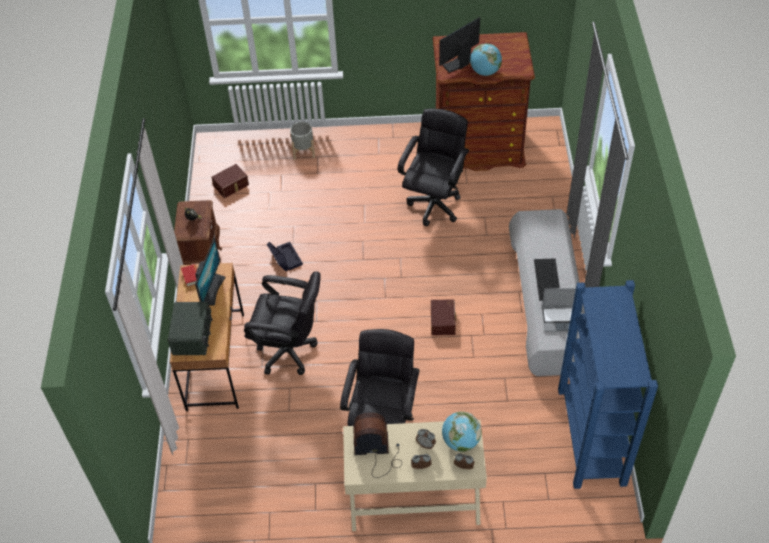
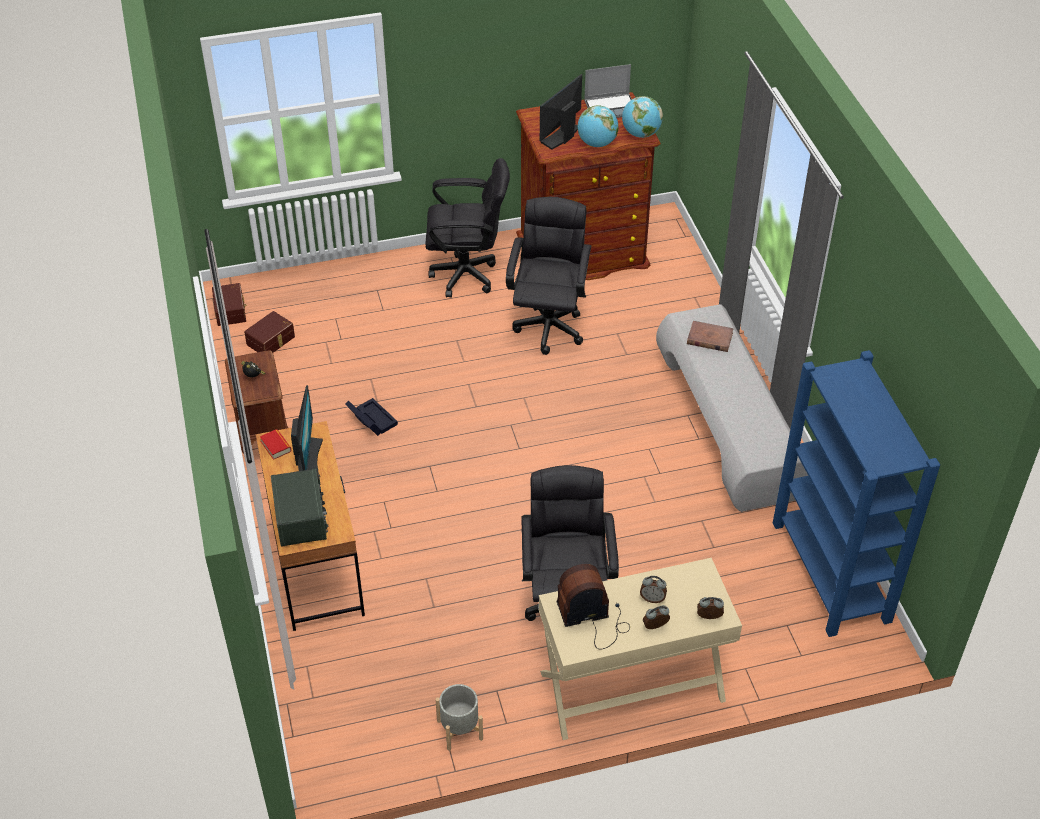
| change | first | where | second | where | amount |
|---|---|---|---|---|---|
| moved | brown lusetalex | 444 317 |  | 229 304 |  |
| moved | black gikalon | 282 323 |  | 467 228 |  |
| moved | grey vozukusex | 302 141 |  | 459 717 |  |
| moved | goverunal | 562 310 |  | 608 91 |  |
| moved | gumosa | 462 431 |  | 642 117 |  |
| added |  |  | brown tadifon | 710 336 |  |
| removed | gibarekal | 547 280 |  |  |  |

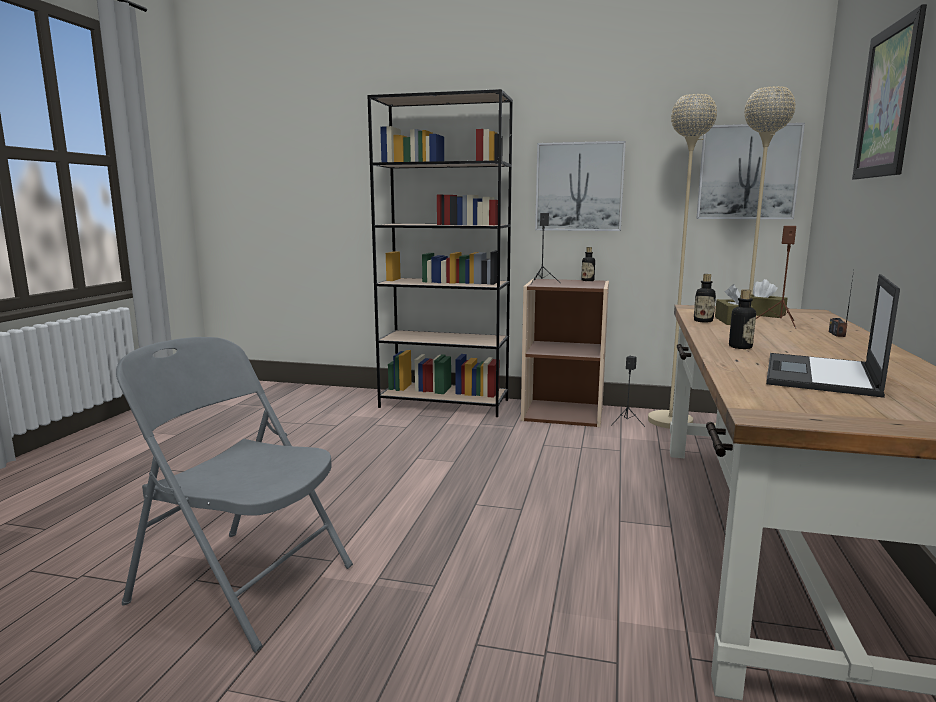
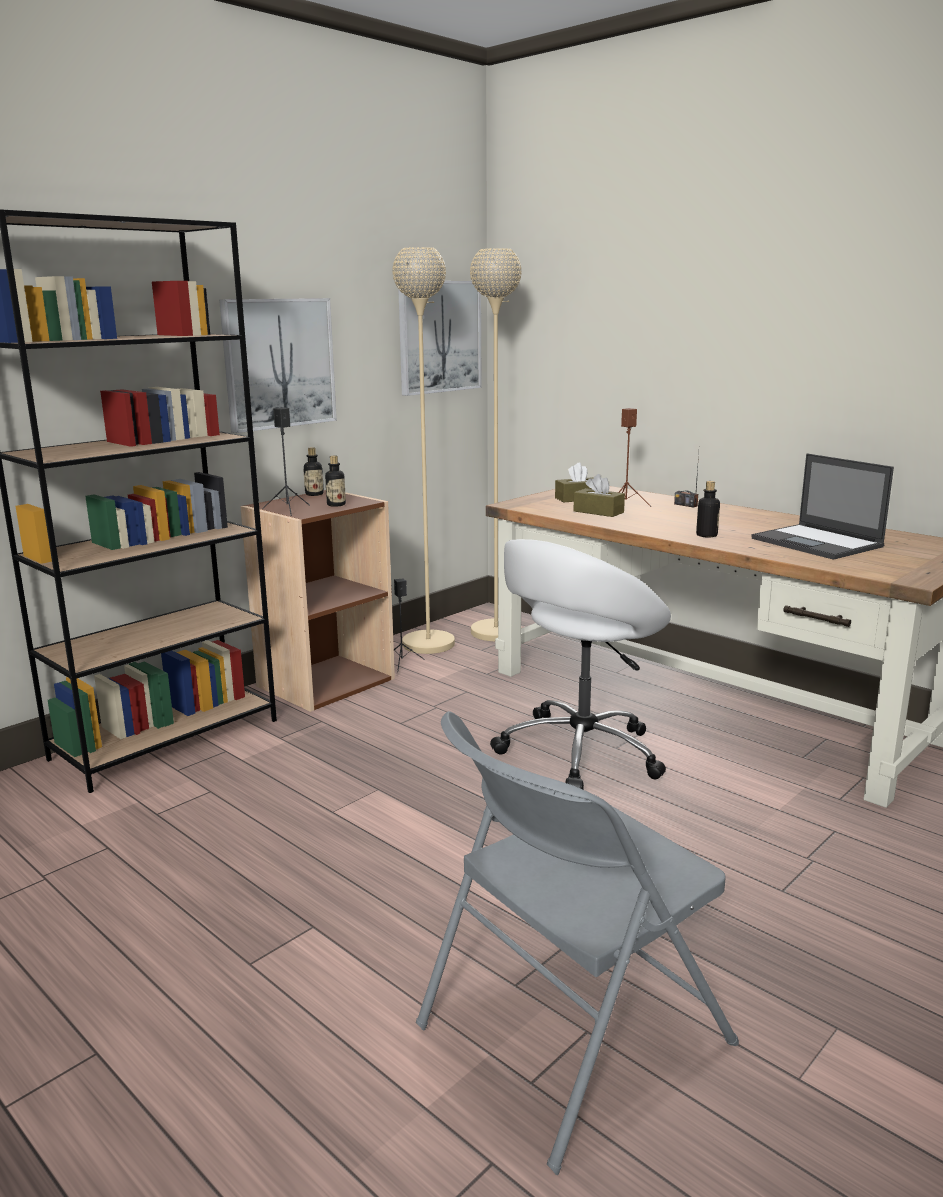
| change | first | where | second | where | amount |
|---|---|---|---|---|---|
| moved | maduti | 705 298 |  | 335 481 |  |
| added |  |  | white gikalon | 580 664 |  |
| removed | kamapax | 889 92 |  |  |  |

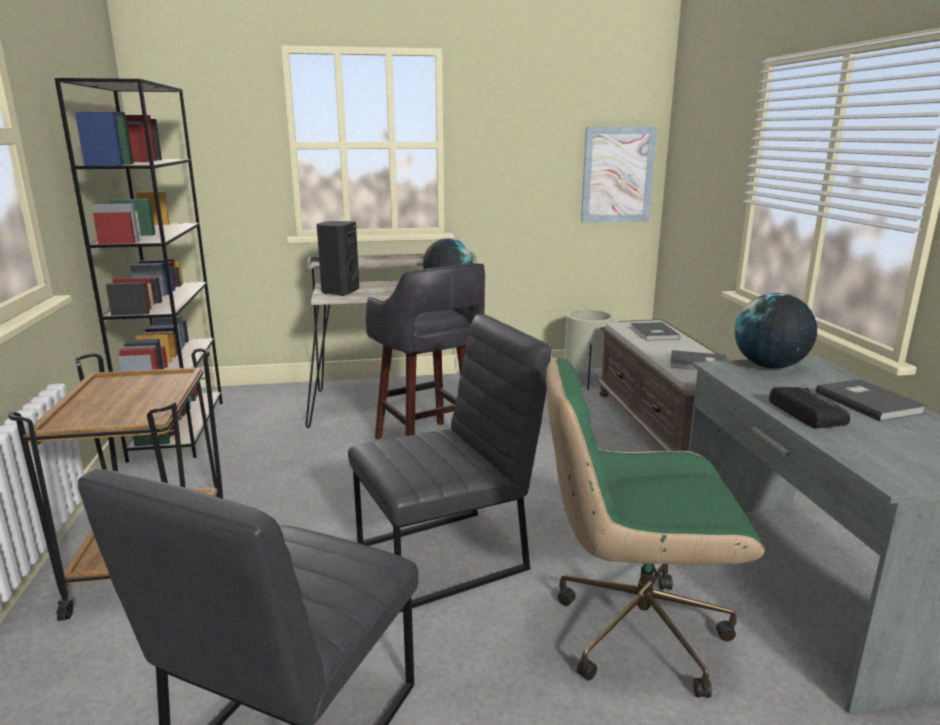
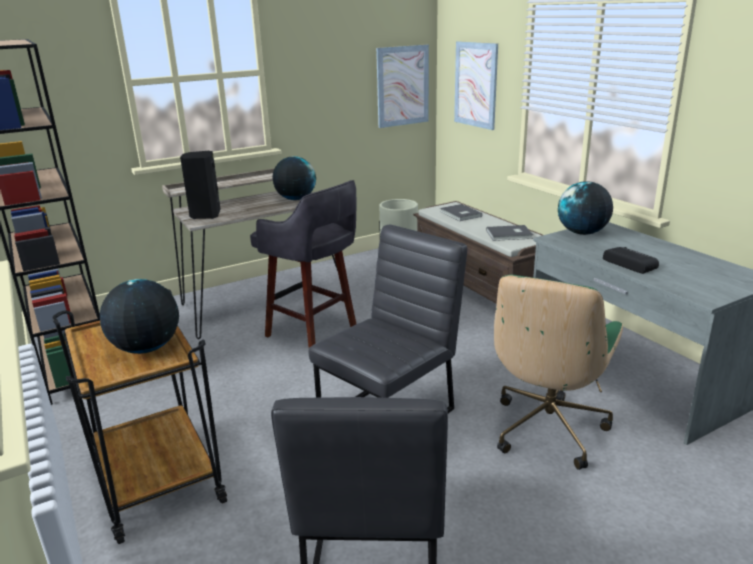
| change | first | where | second | where | amount |
|---|---|---|---|---|---|
| added |  |  | gumosa | 139 316 |  |
| added |  |  | kamapax | 476 85 |  |
| turned | green gikalon | 655 527 |  | 558 372 | 45 degrees counterclockwise |
| removed | grey tadifon | 871 400 |  |  |  |

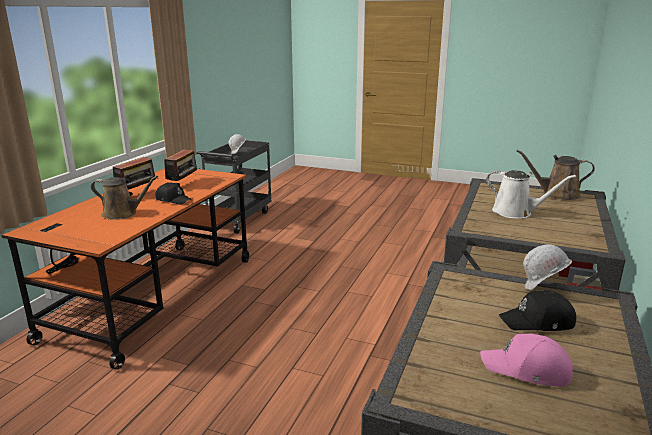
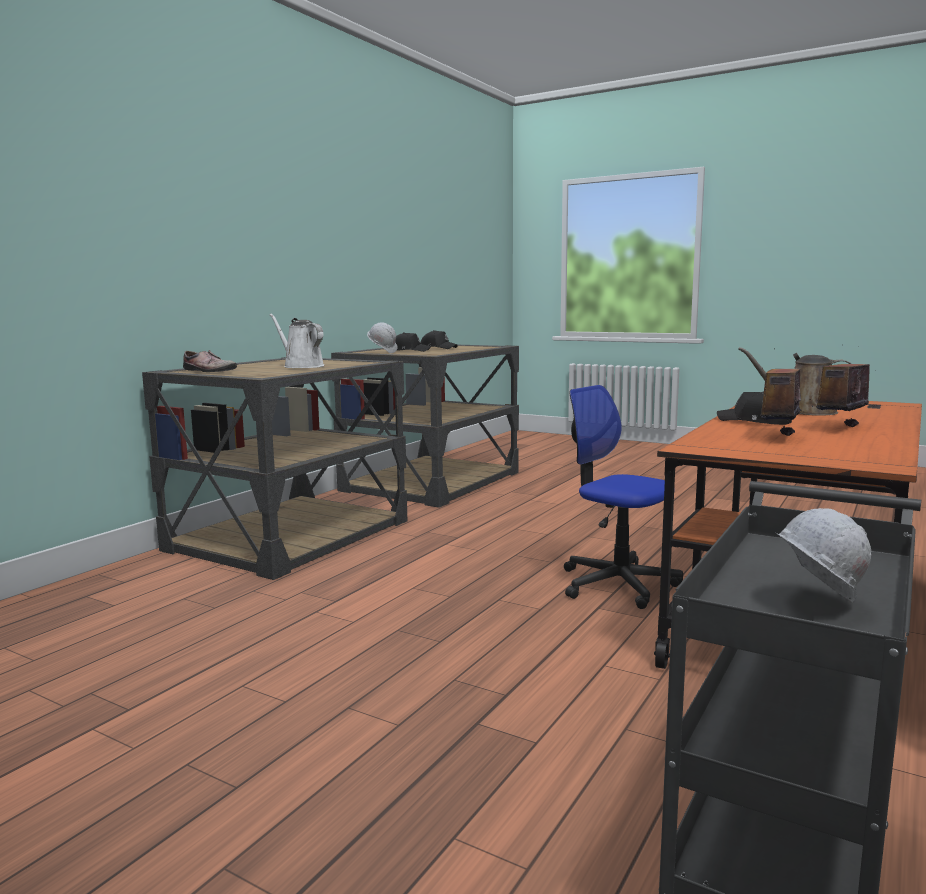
| change | first | where | second | where | amount |
|---|---|---|---|---|---|
| replaced | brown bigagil | 555 175 | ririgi | 210 361 |  |
| recoloured | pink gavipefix | 526 360 | black gavipefix | 439 339 |  |
| added |  |  | gikalon | 623 497 |  |

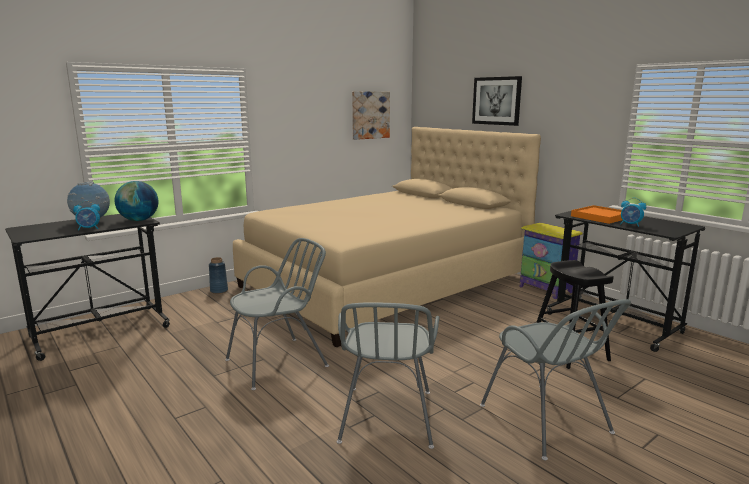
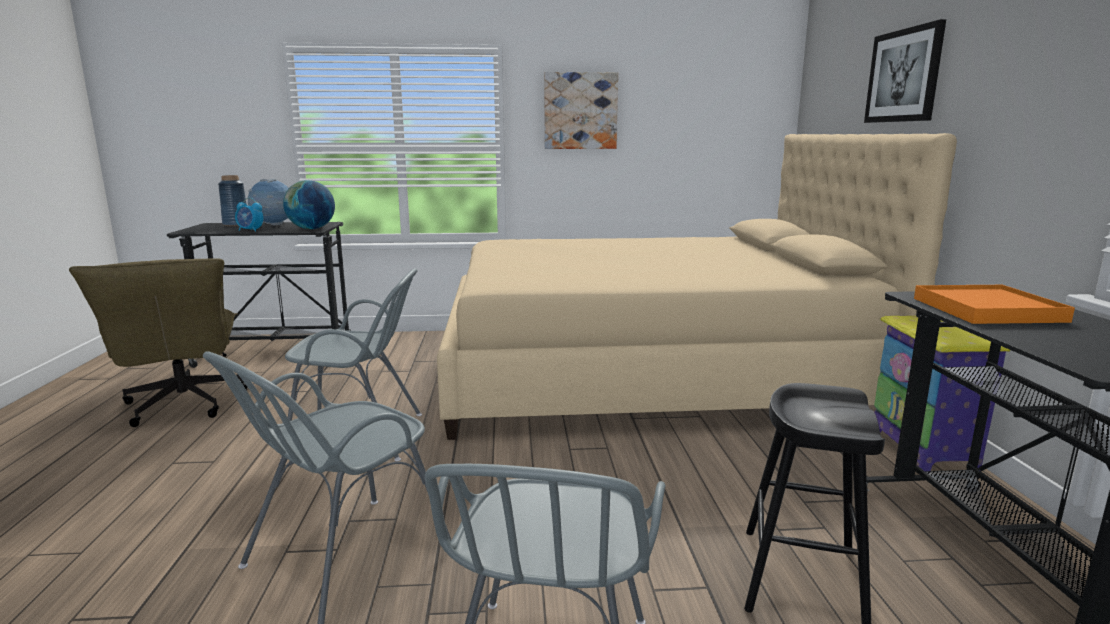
| change | first | where | second | where | amount |
|---|---|---|---|---|---|
| added |  |  | beige gikalon | 158 342 |  |
| moved | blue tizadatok | 218 275 |  | 232 200 |  |
| moved | kamapax | 371 115 |  | 581 110 |  |
| removed | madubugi | 633 212 |  |  |  |

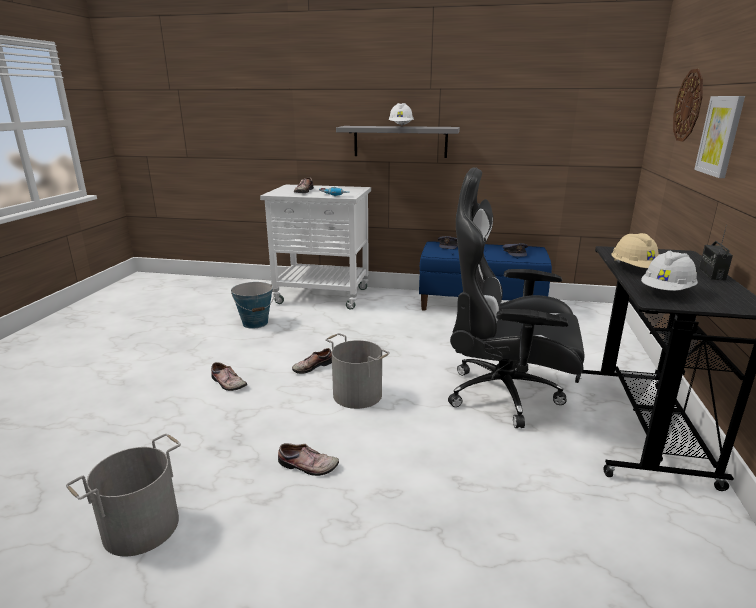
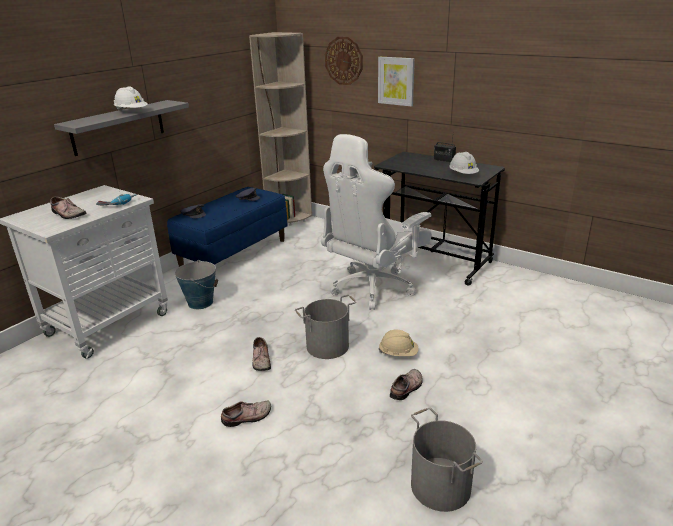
| change | first | where | second | where | amount |
|---|---|---|---|---|---|
| moved | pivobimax | 252 305 |  | 196 284 |  |
| added |  |  | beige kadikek | 280 128 |  |
| recoloured | black gikalon | 516 297 | white gikalon | 376 222 |  |
| moved | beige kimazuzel | 635 250 |  | 399 343 |  |

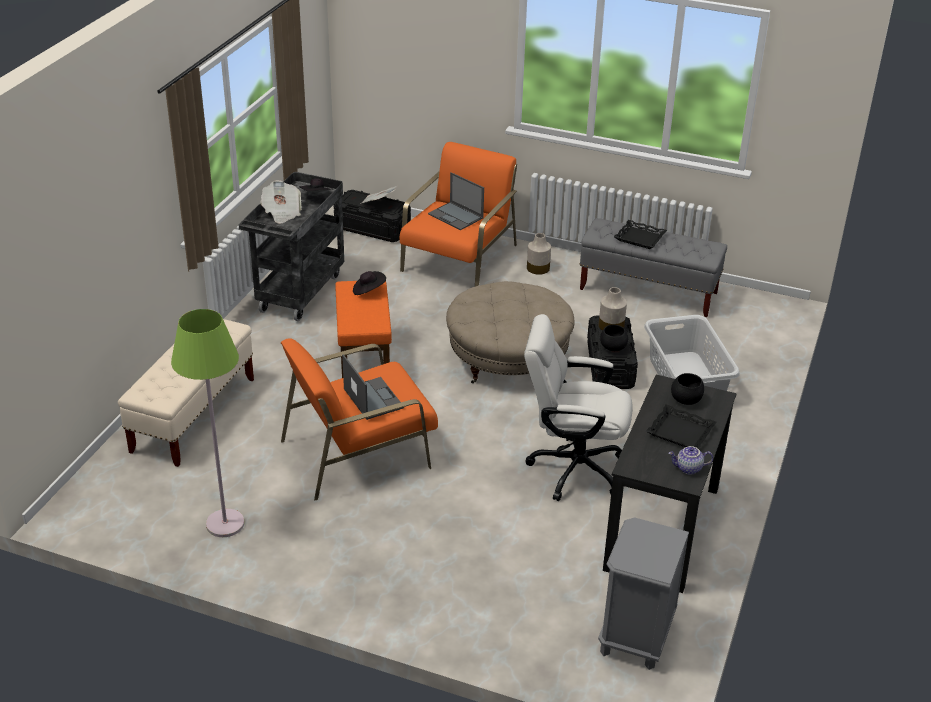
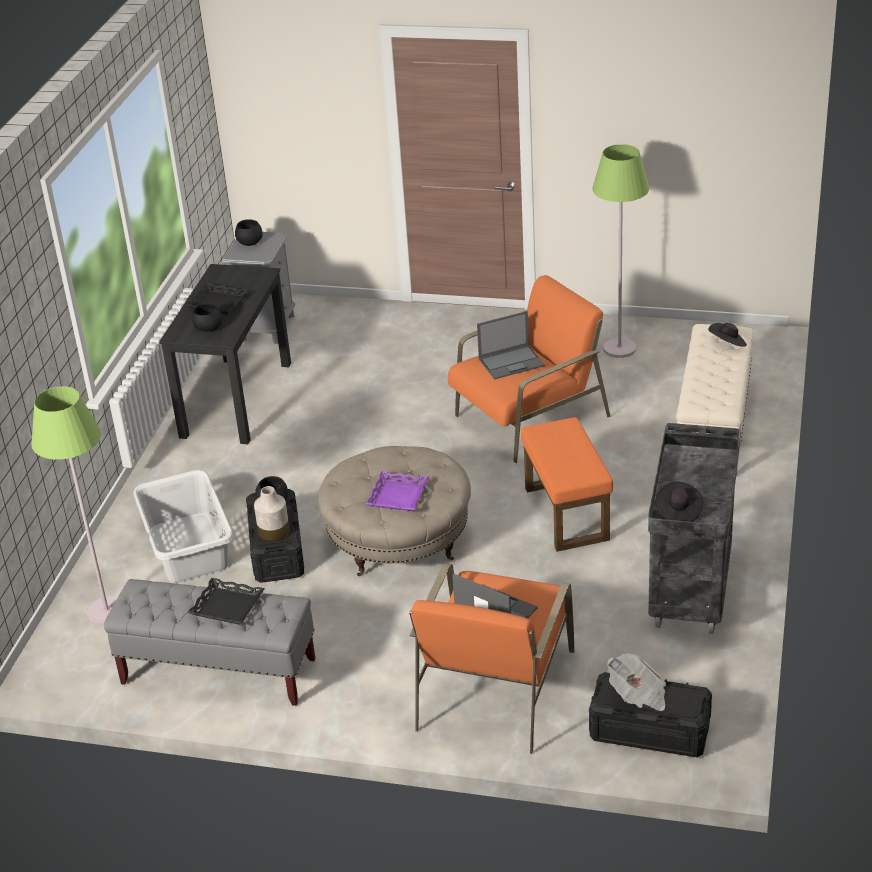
| change | first | where | second | where | amount |
|---|---|---|---|---|---|
| added |  |  | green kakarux | 74 506 |  |
| added |  |  | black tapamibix | 248 232 |  |
| added |  |  | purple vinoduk | 397 491 |  |
| turned | goverunal | 373 387 |  | 511 345 | 75 degrees counterclockwise |
| moved | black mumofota | 369 283 |  | 727 335 |  |
| removed | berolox | 281 202 |  |  |  |
| removed | white gikalon | 578 407 |  |  |  |
| removed | beige tizadatok | 539 254 |  |  |  |
| removed | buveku | 690 460 |  |  |  |

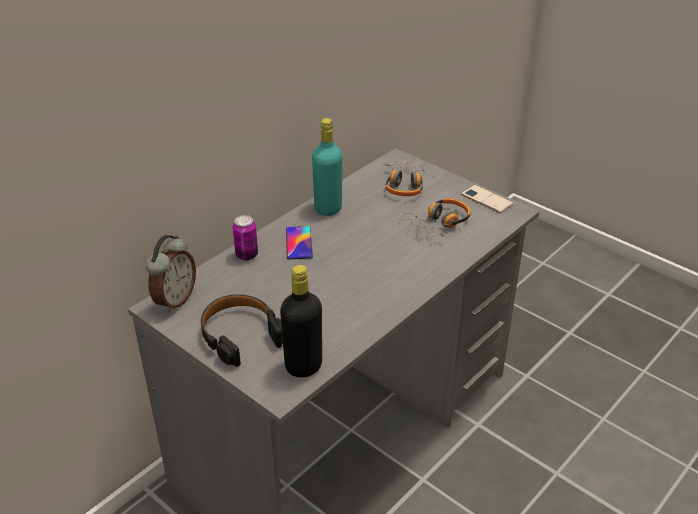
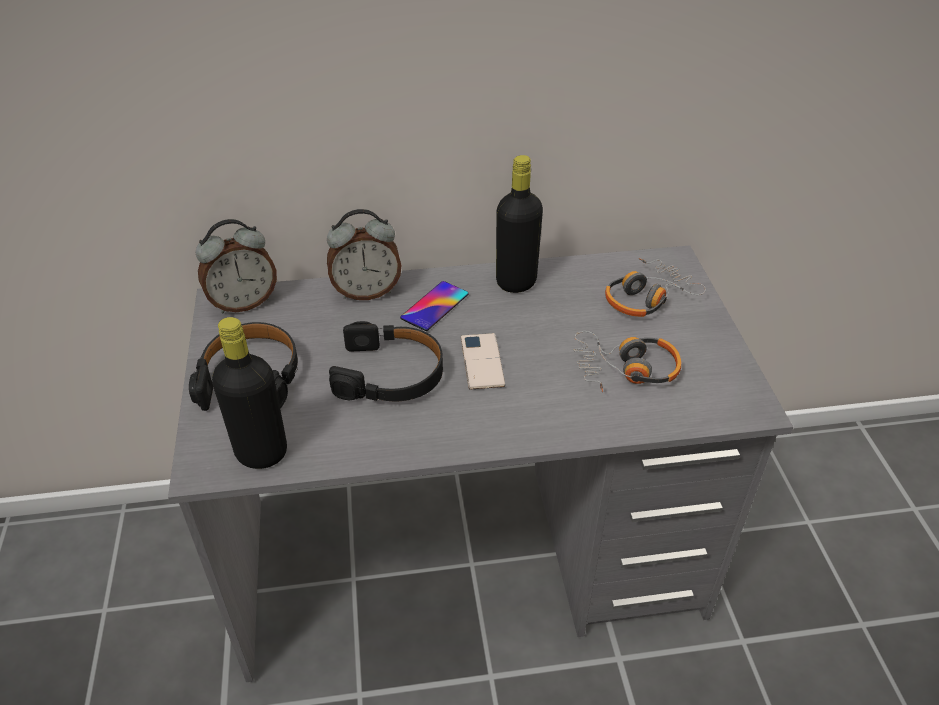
| change | first | where | second | where | amount |
|---|---|---|---|---|---|
| replaced | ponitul | 245 238 | madubugi | 364 254 |  |
| added |  |  | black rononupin | 386 361 |  |
| moved | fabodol | 487 199 |  | 483 361 |  |
| recoloured | turquoise maduti | 327 167 | black maduti | 519 224 |  |

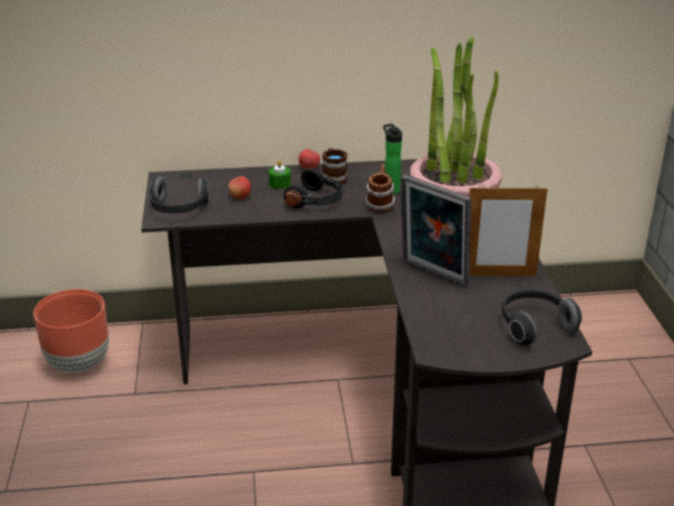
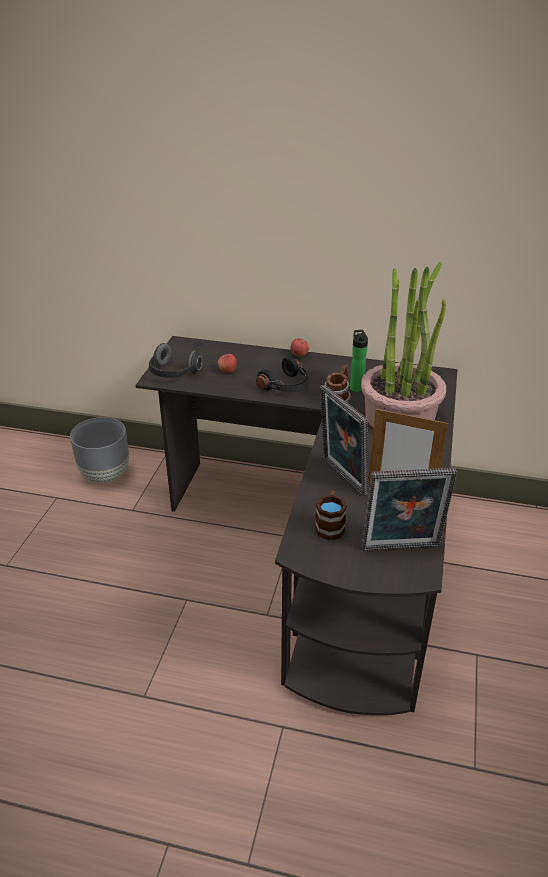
| change | first | where | second | where | amount |
|---|---|---|---|---|---|
| recoloured | brown vozukusex | 71 331 | grey vozukusex | 99 450 |  |
| moved | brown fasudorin | 334 166 |  | 331 515 |  |
| replaced | rononupin | 542 317 | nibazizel | 409 509 |  |
| removed | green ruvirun | 280 174 |  |  |  |

